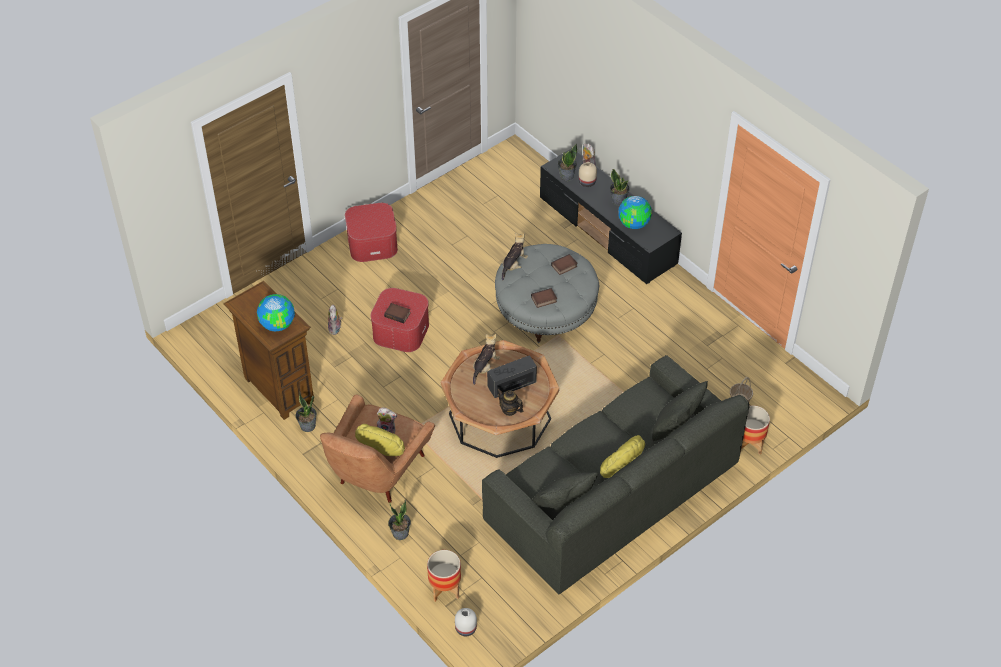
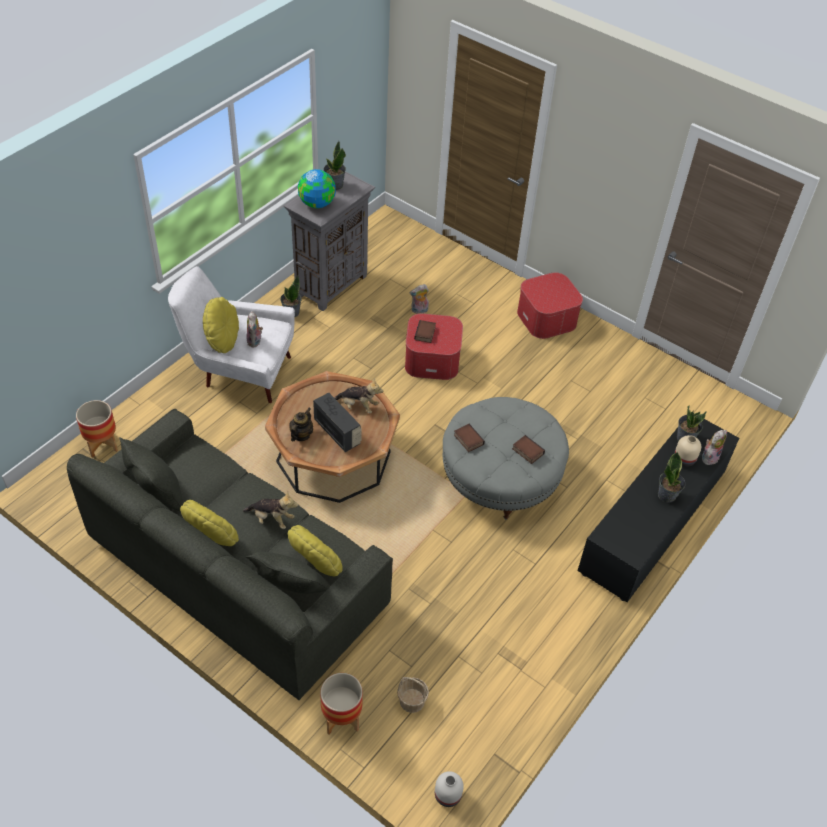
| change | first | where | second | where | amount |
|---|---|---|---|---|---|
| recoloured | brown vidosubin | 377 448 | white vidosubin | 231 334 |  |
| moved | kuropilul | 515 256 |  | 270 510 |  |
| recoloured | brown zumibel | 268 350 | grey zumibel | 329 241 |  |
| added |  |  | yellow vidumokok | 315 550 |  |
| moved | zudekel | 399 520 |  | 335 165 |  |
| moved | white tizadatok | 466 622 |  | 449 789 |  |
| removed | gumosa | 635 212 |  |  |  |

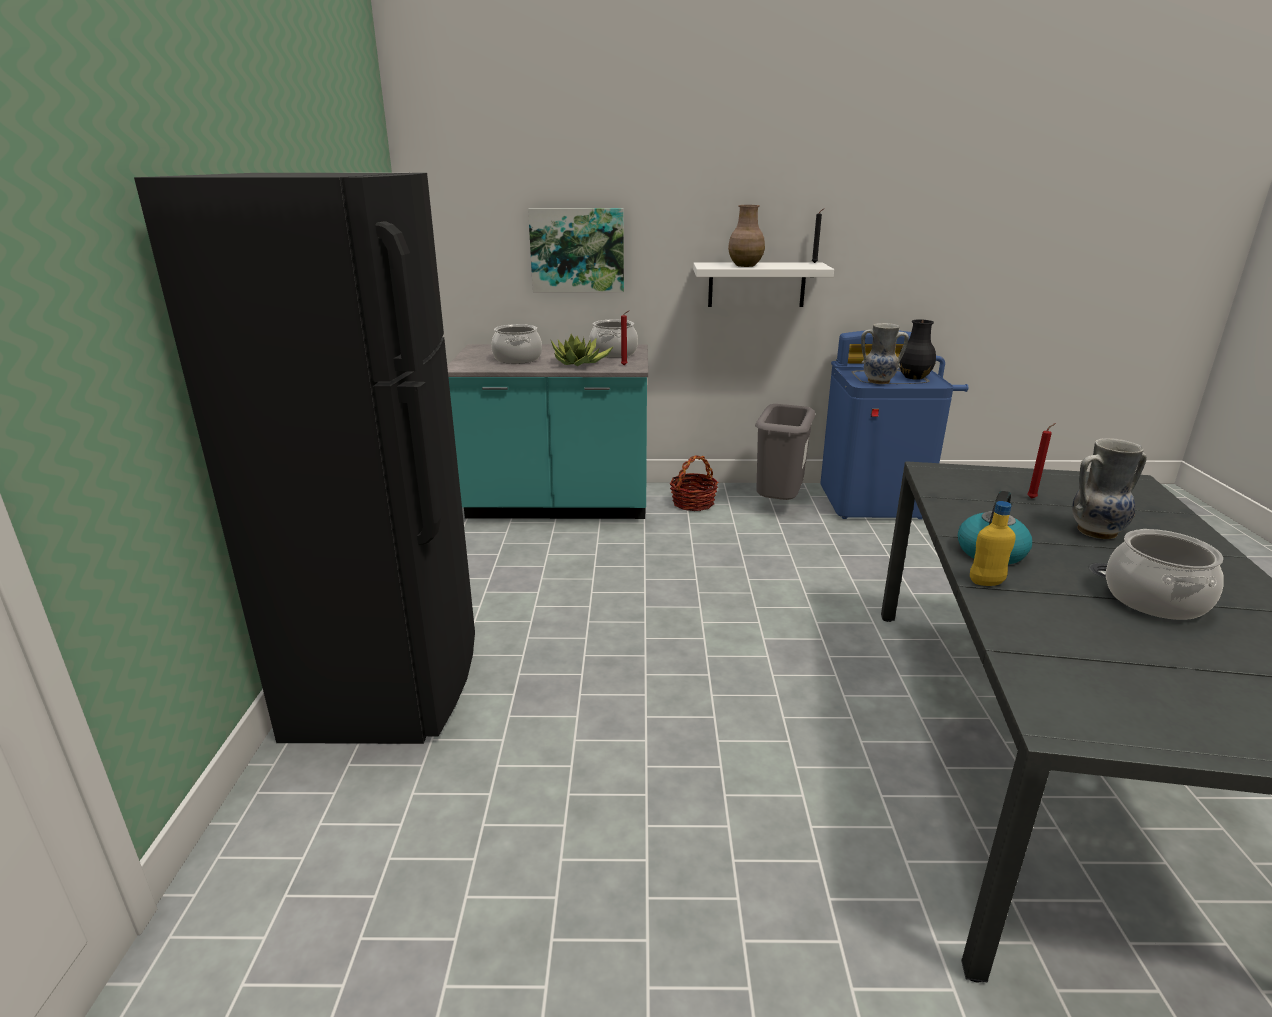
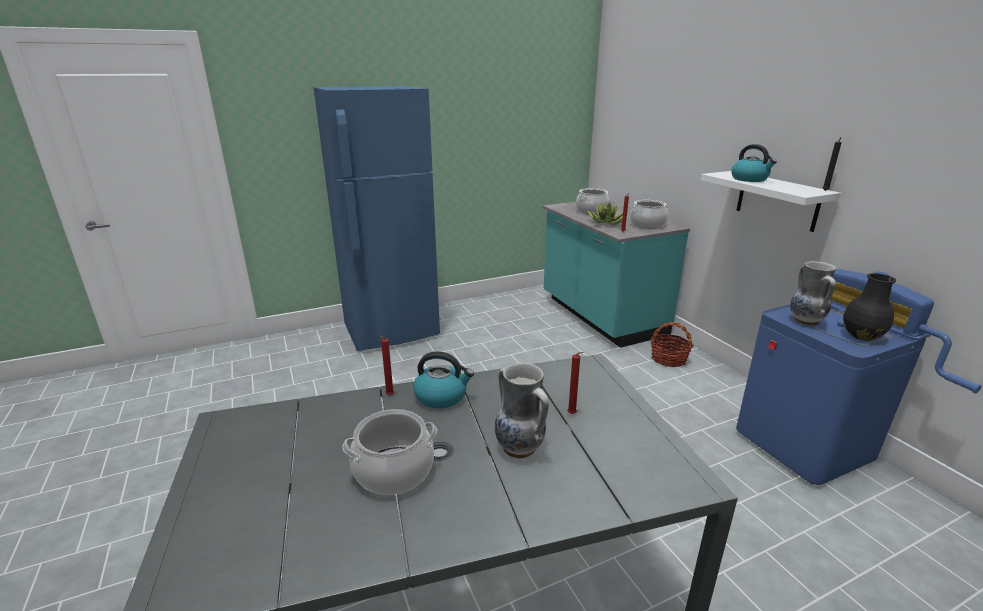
| change | first | where | second | where | amount |
|---|---|---|---|---|---|
| recoloured | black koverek | 304 458 | blue koverek | 376 218 |  |
| replaced | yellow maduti | 993 543 | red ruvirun | 385 365 |  |
| replaced | brown tizadatok | 746 236 | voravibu | 754 163 |  |
| removed | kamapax | 576 250 |  |  |  |
| removed | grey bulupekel | 785 452 |  |  |  |

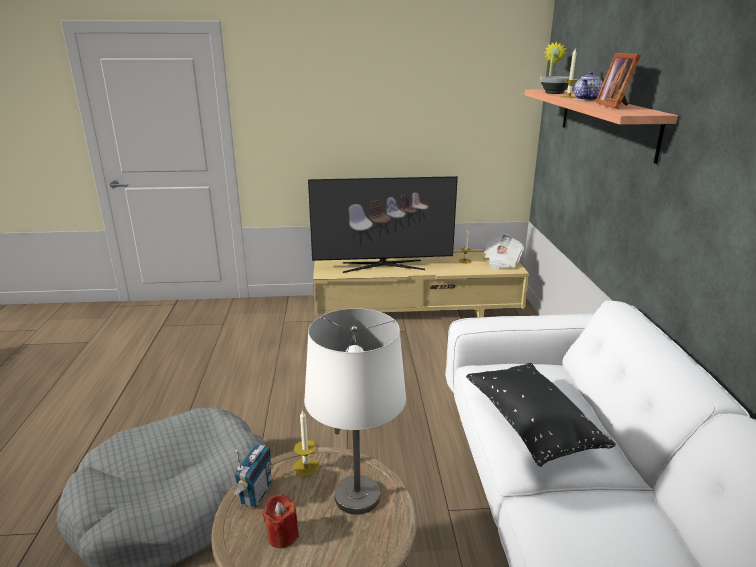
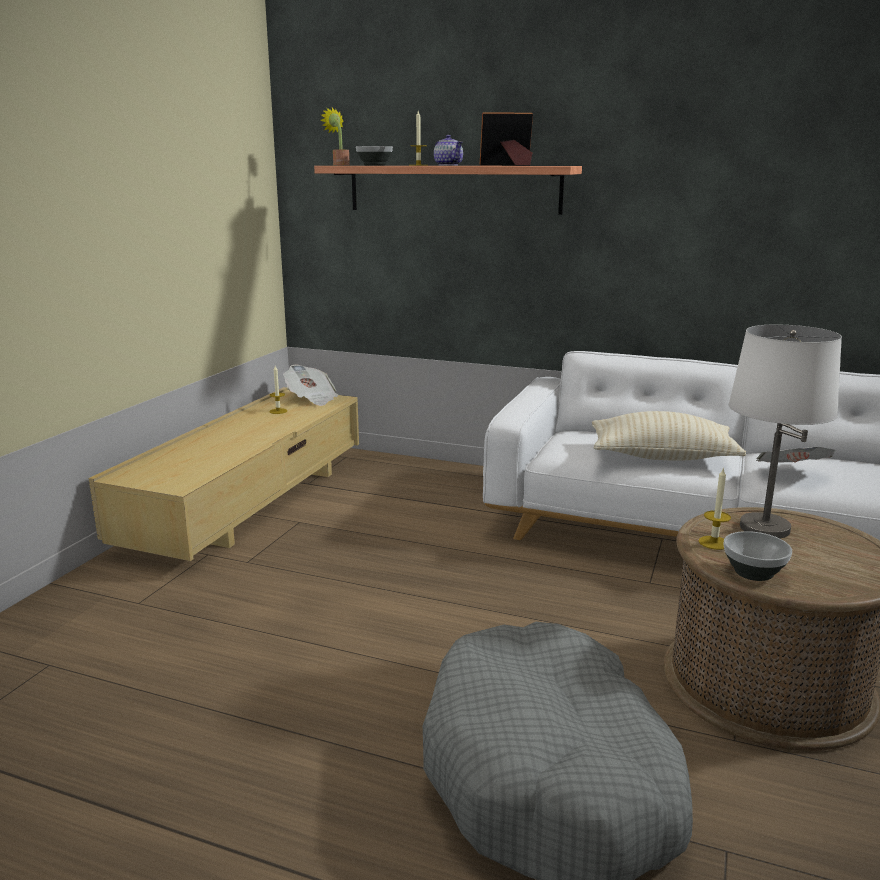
| change | first | where | second | where | amount |
|---|---|---|---|---|---|
| turned | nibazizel | 618 81 |  | 506 139 | 150 degrees clockwise |
| recoloured | black vidumokok | 541 415 | beige vidumokok | 669 436 |  |
| replaced | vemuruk | 252 475 | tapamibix | 758 556 |  |
| added |  |  | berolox | 795 455 |  |
| removed | red ruvirun | 281 521 |  |  |  |
| removed | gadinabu | 383 224 |  |  |  |

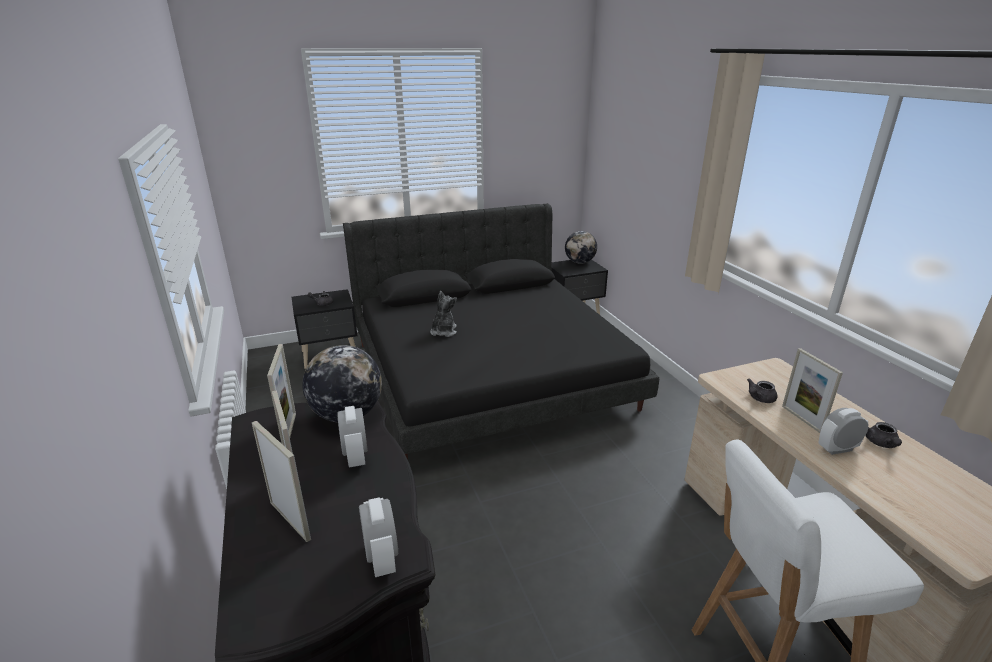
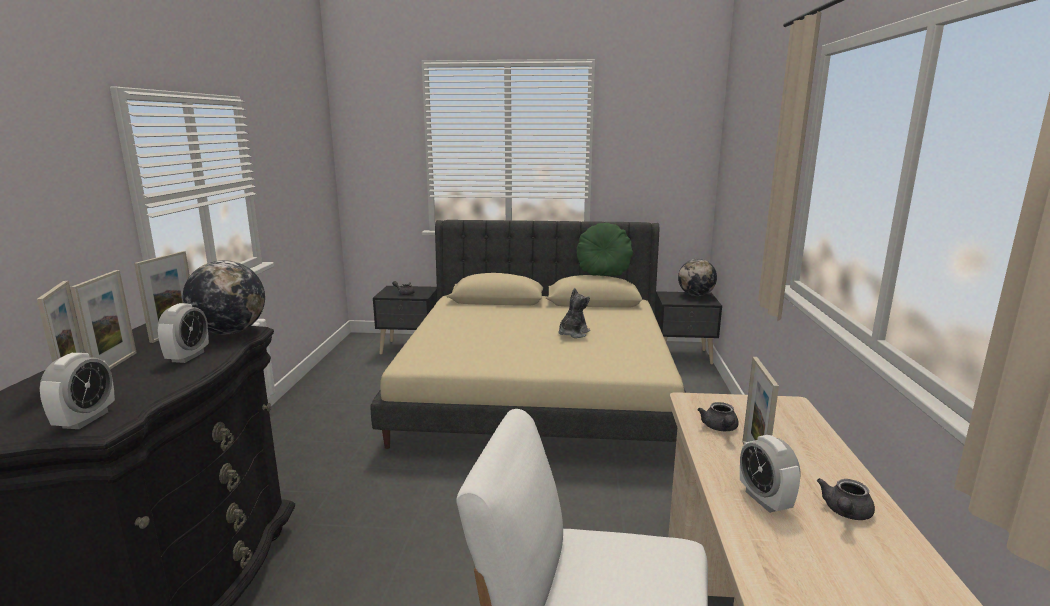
| change | first | where | second | where | amount |
|---|---|---|---|---|---|
| recoloured | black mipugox | 501 332 | beige mipugox | 528 334 |  |
| moved | kuropilul | 443 314 |  | 574 313 |  |
| added |  |  | green vidumokok | 605 249 |  |
| turned | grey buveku | 762 391 |  | 718 416 | 75 degrees counterclockwise |
| turned | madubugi | 843 431 |  | 770 474 | 120 degrees counterclockwise |

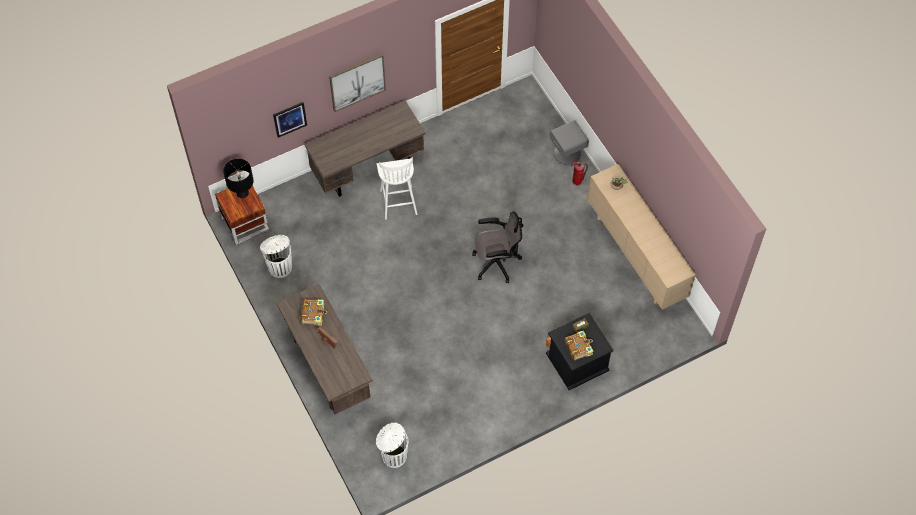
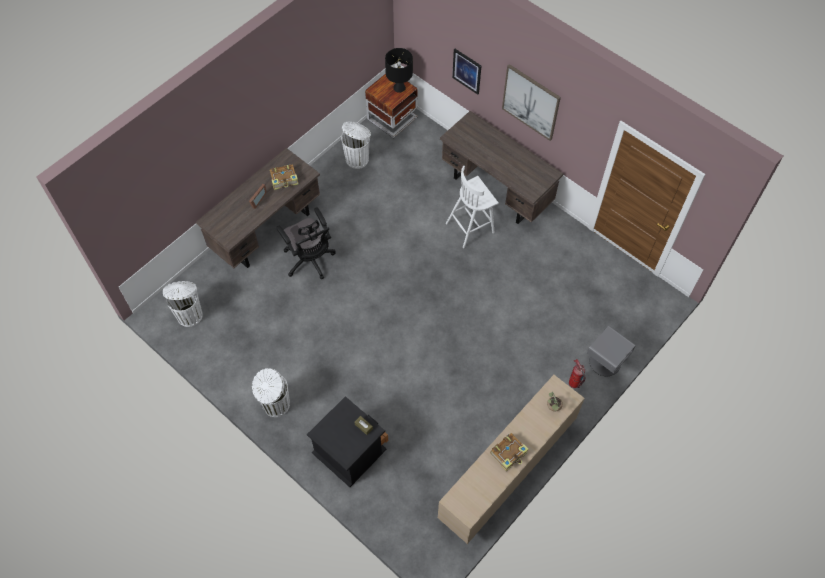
| change | first | where | second | where | amount |
|---|---|---|---|---|---|
| added |  |  | white bulupekel | 271 392 |  |
| moved | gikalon | 497 247 |  | 306 243 |  |
| moved | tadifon | 579 345 |  | 509 452 |  |

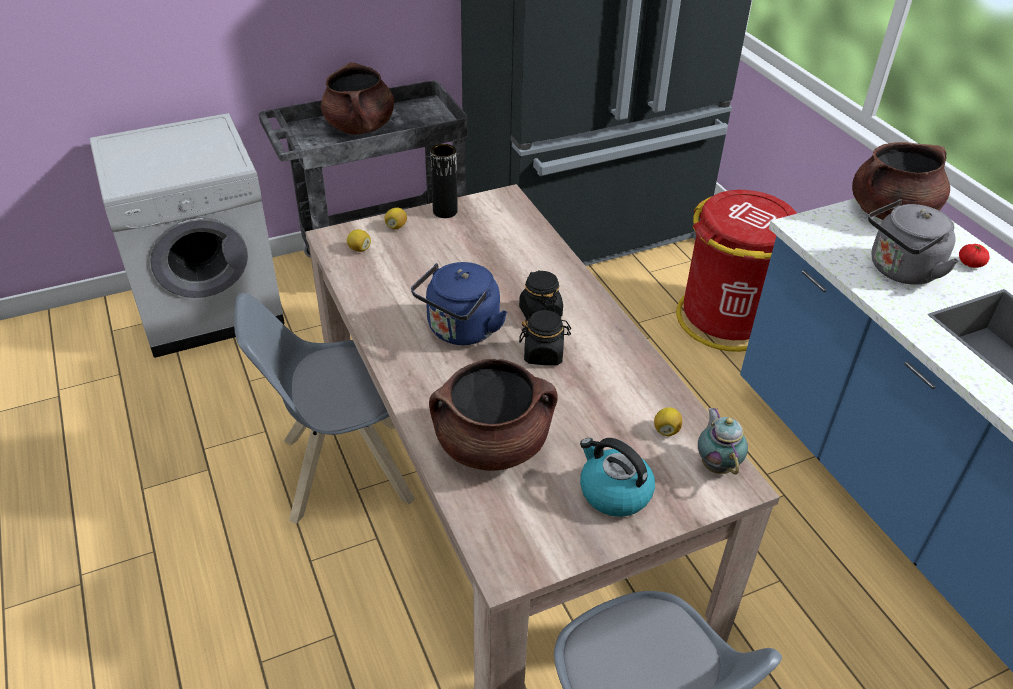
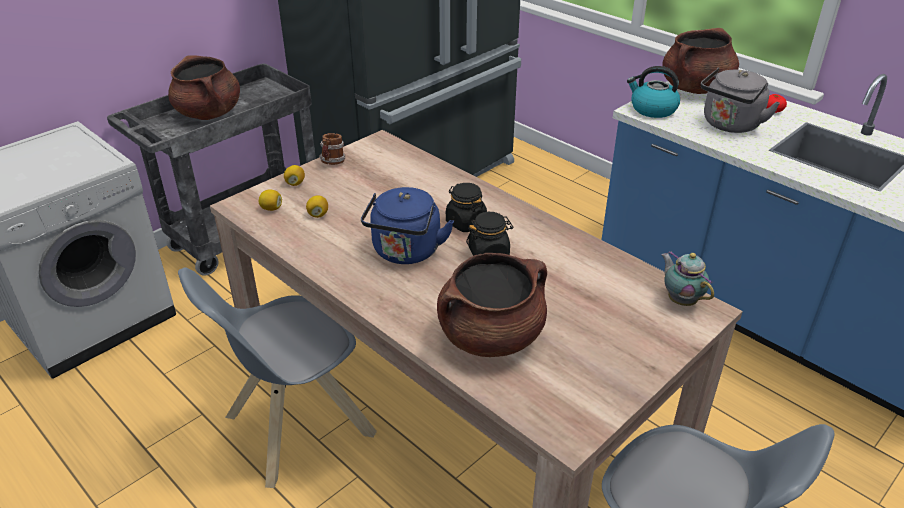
| change | first | where | second | where | amount |
|---|---|---|---|---|---|
| moved | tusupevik | 668 421 |  | 317 206 |  |
| replaced | black tizadatok | 444 181 | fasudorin | 332 149 |  |
| moved | voravibu | 617 477 |  | 653 92 |  |
| removed | red bulupekel | 736 271 |  |  |  |

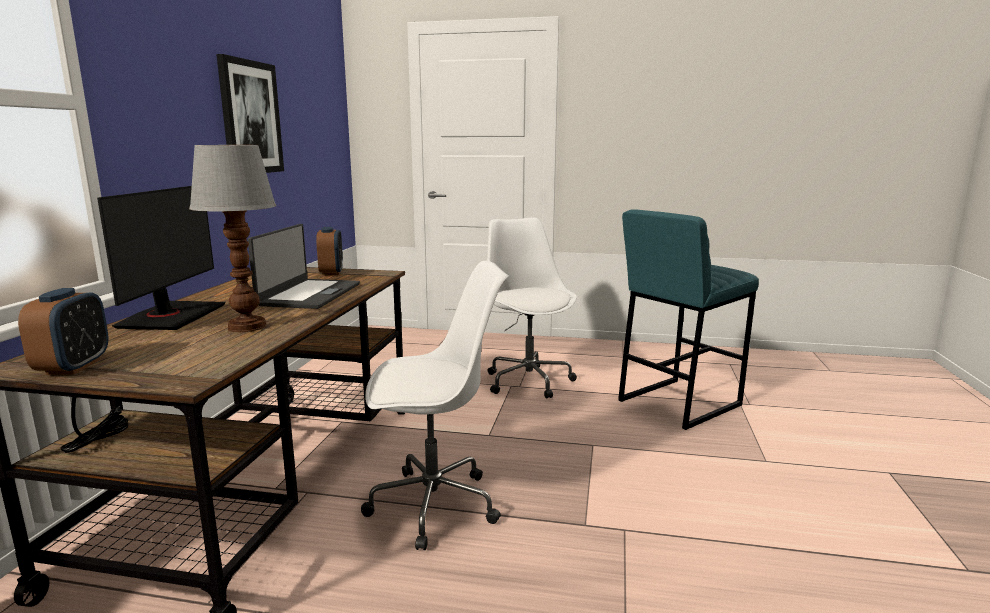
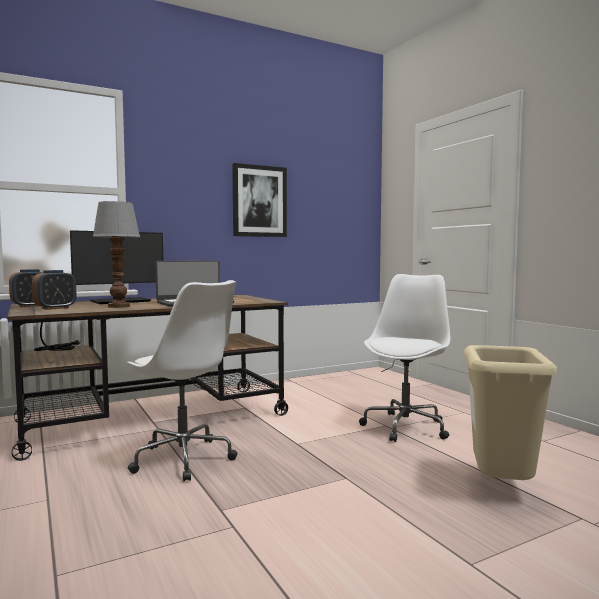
| change | first | where | second | where | amount |
|---|---|---|---|---|---|
| moved | madubugi | 329 251 |  | 54 290 |  |
| replaced | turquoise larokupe | 688 319 | beige bulupekel | 510 412 |  |

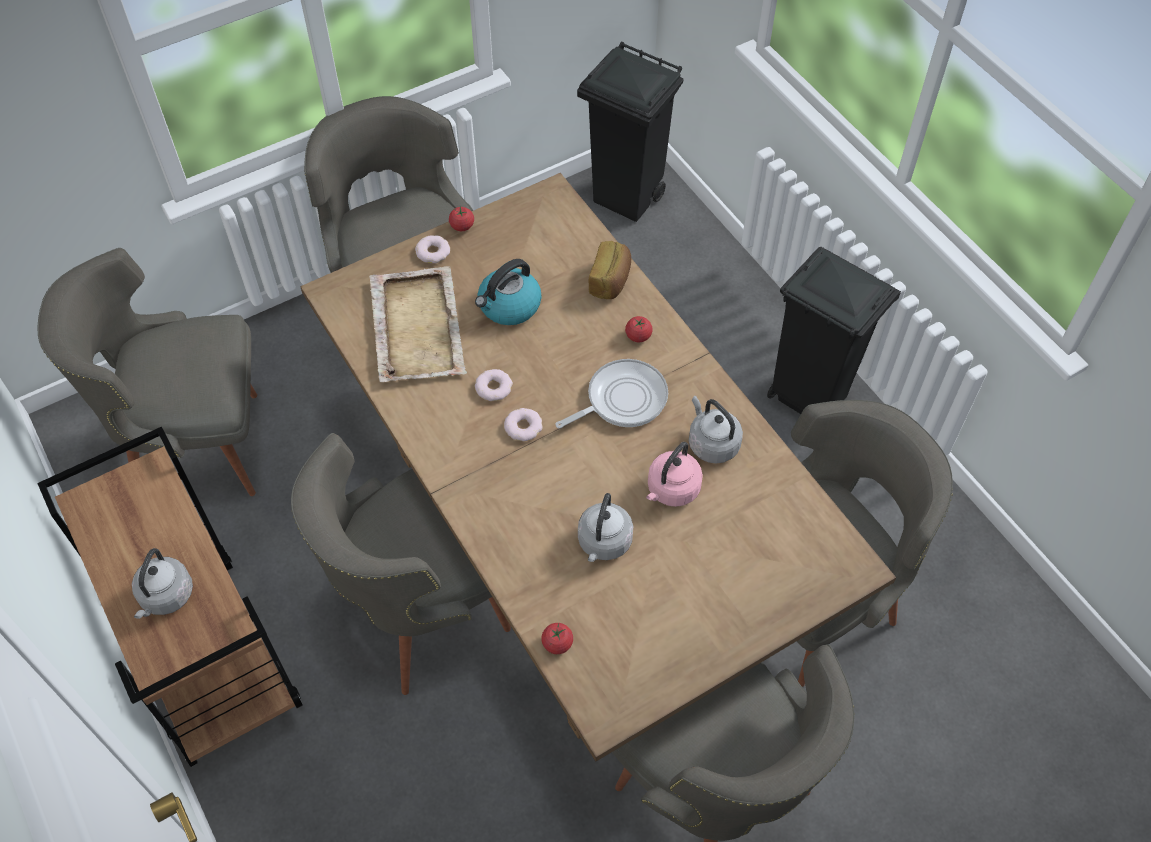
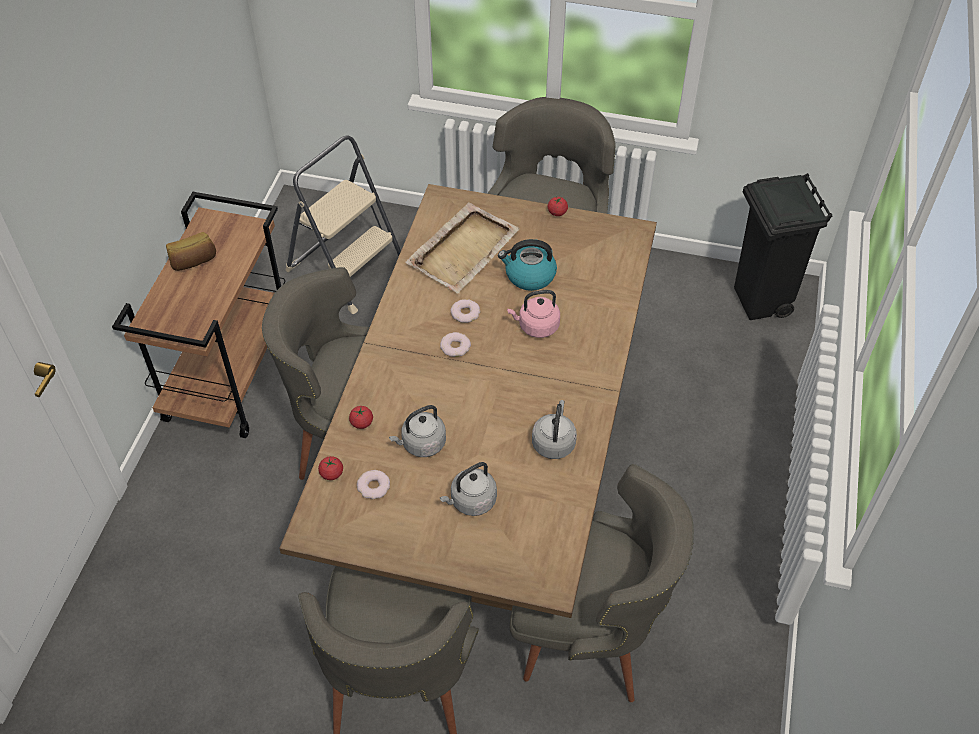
| change | first | where | second | where | amount |
|---|---|---|---|---|---|
| moved | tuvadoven | 610 270 |  | 191 251 |  |
| replaced | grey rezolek | 147 372 | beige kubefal | 343 225 |  |
| moved | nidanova | 639 329 |  | 361 417 |  |
| moved | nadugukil | 432 249 |  | 373 484 |  |
| moved | grey voravibu | 162 583 |  | 468 489 |  |
| moved | pink voravibu | 674 474 |  | 533 314 |  |
| removed | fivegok | 612 394 |  |  |  |
| removed | black bulupekel | 834 330 |  |  |  |

